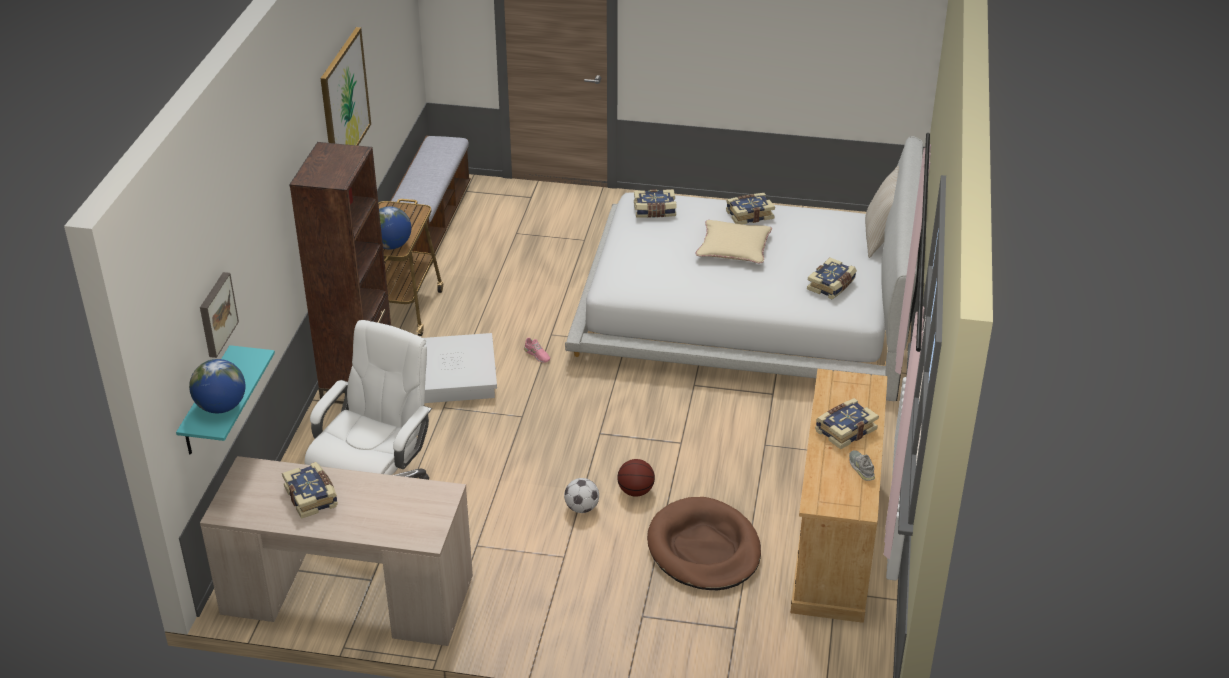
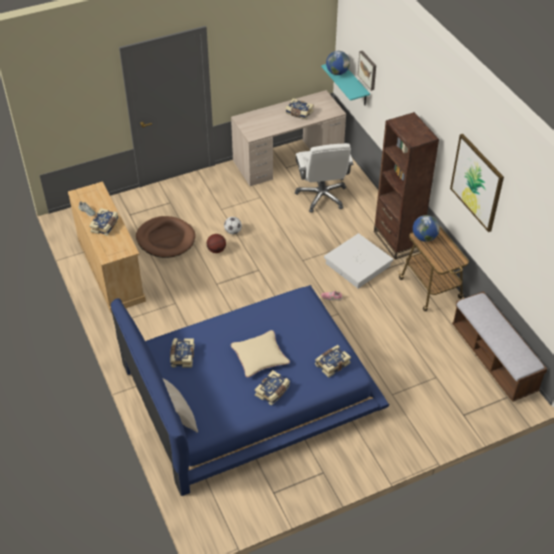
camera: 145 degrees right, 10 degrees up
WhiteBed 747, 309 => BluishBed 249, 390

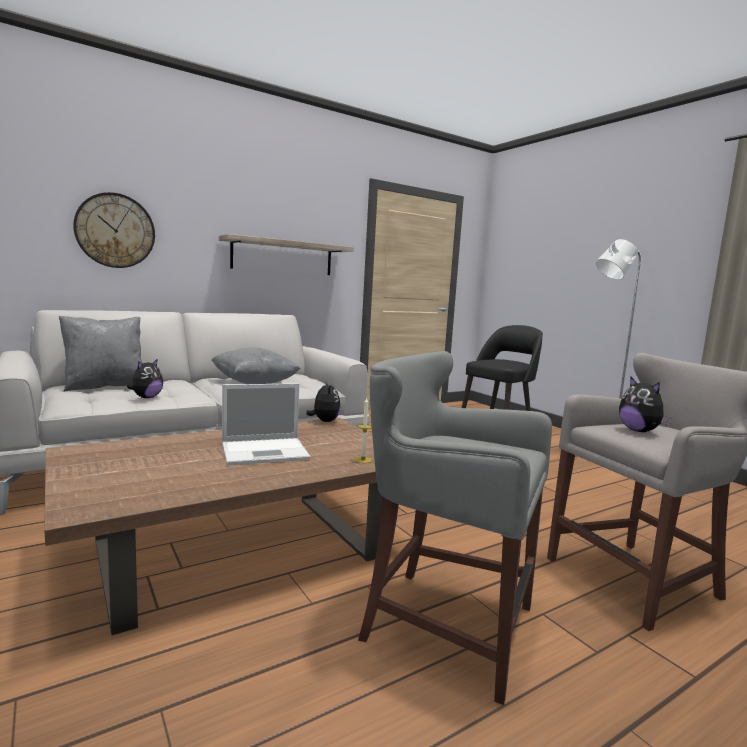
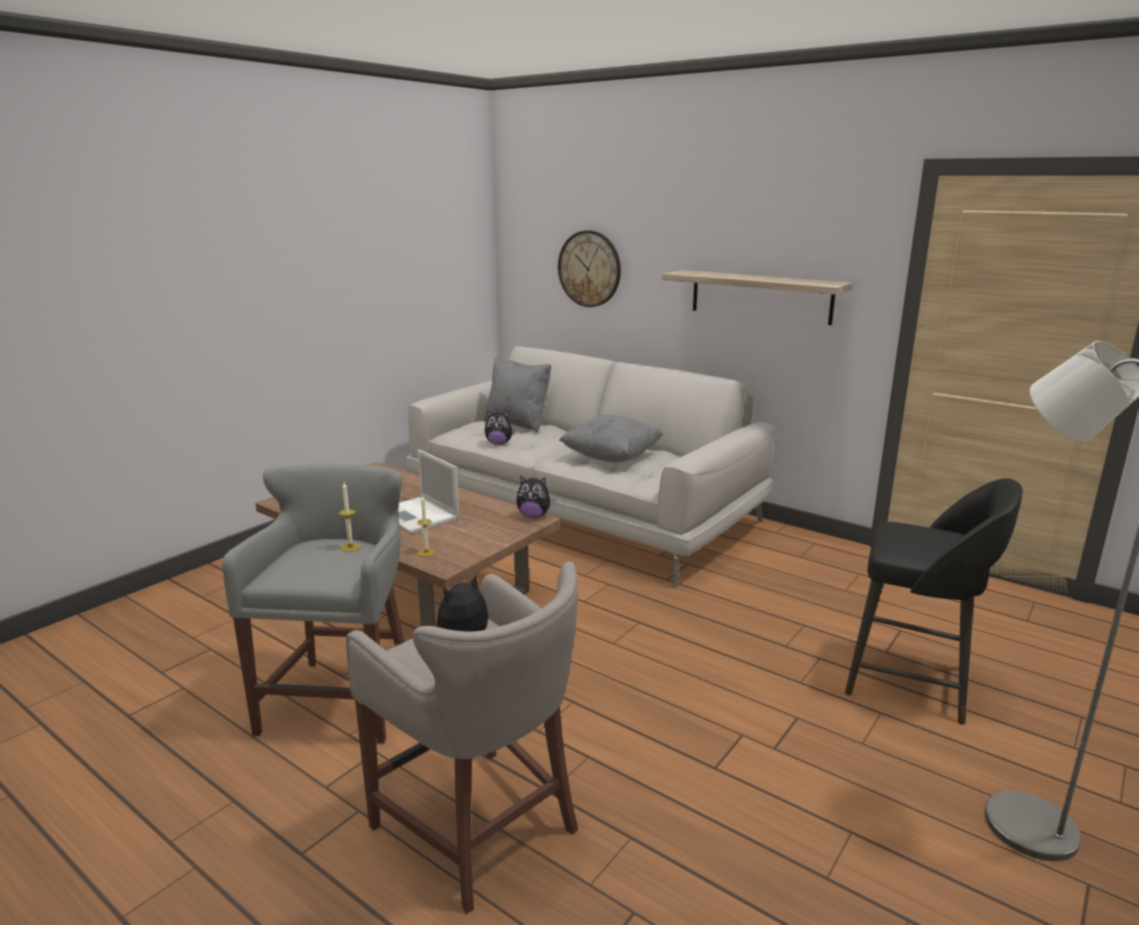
camera: 70 degrees right, 10 degrees up
CuddlyToy 324, 421 => CuddlyToy 534, 515, 45 degrees clockwise
nothing => Candle 350, 547

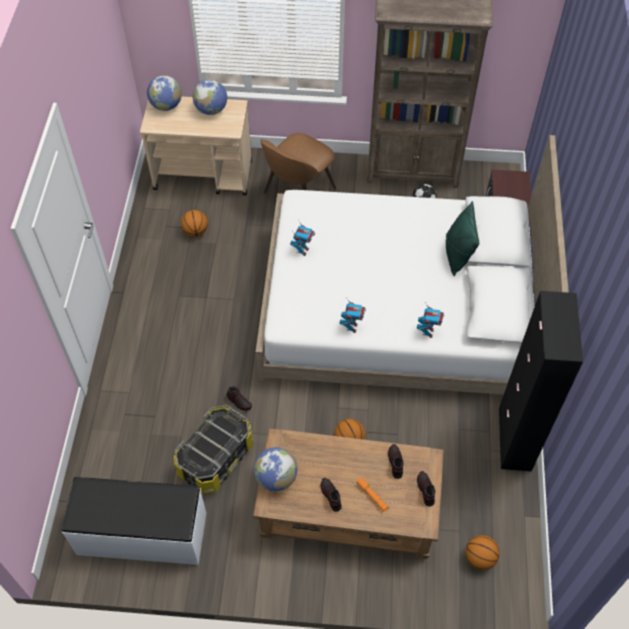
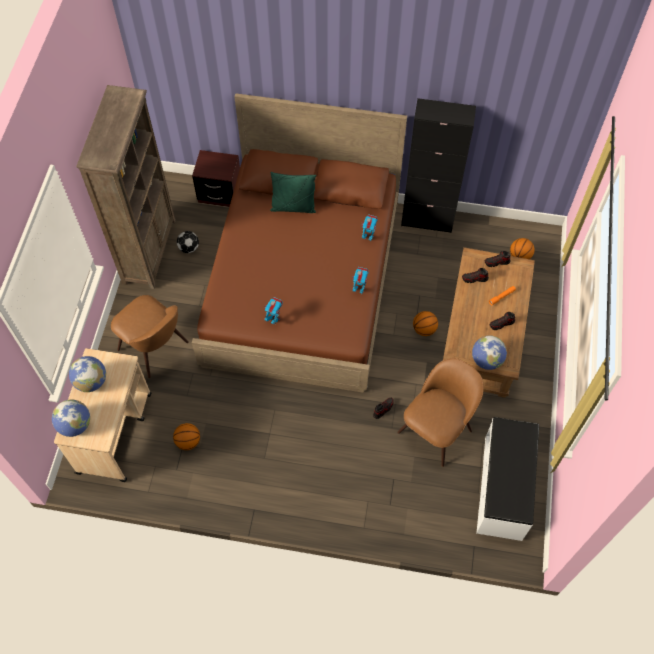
camera: 85 degrees left, 5 degrees up
WhiteBed 397, 311 => BrownishBed 303, 282
StorageBox 216, 459 => BrownishPlainChair 436, 429

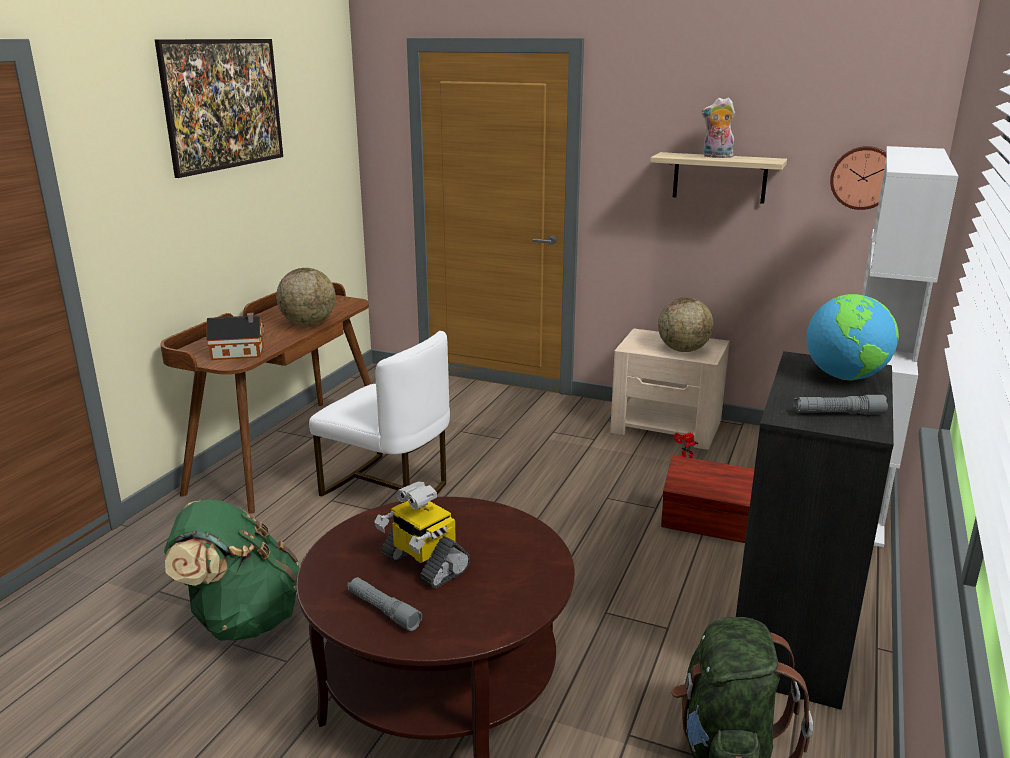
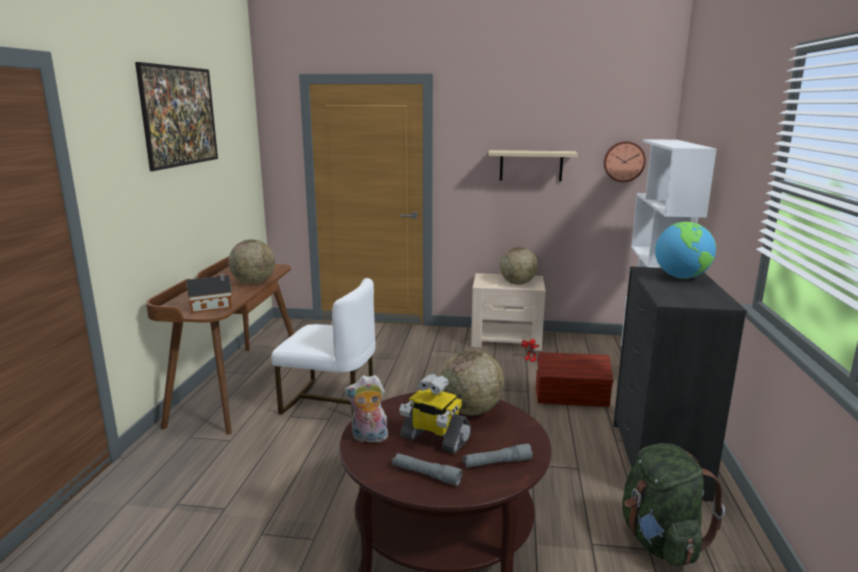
camera: 15 degrees left, 5 degrees down
CuddlyToy 716, 157 => CuddlyToy 368, 438, relocated
GreyFlashlight 838, 413 => GreyFlashlight 497, 463, relocated
GreenColouredBackpack 241, 619 => nothing
nothing => Globe 471, 410

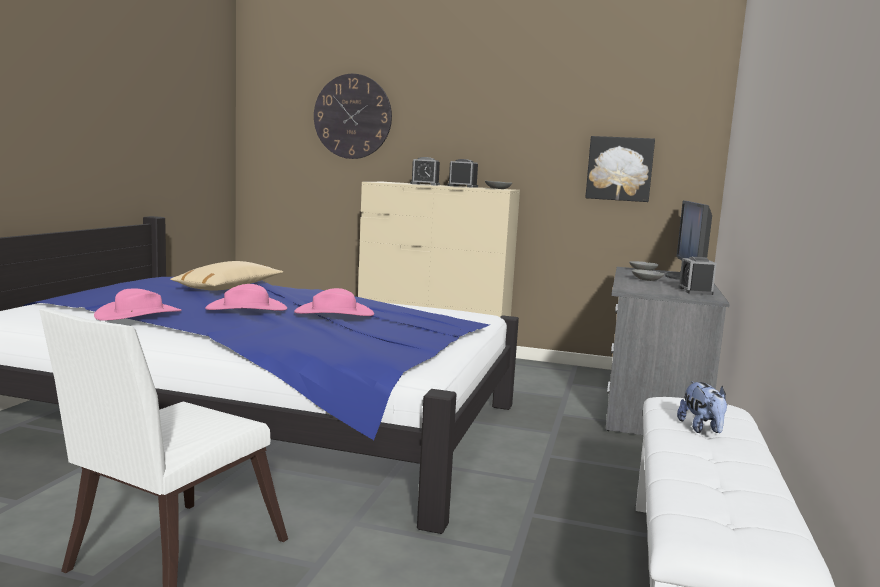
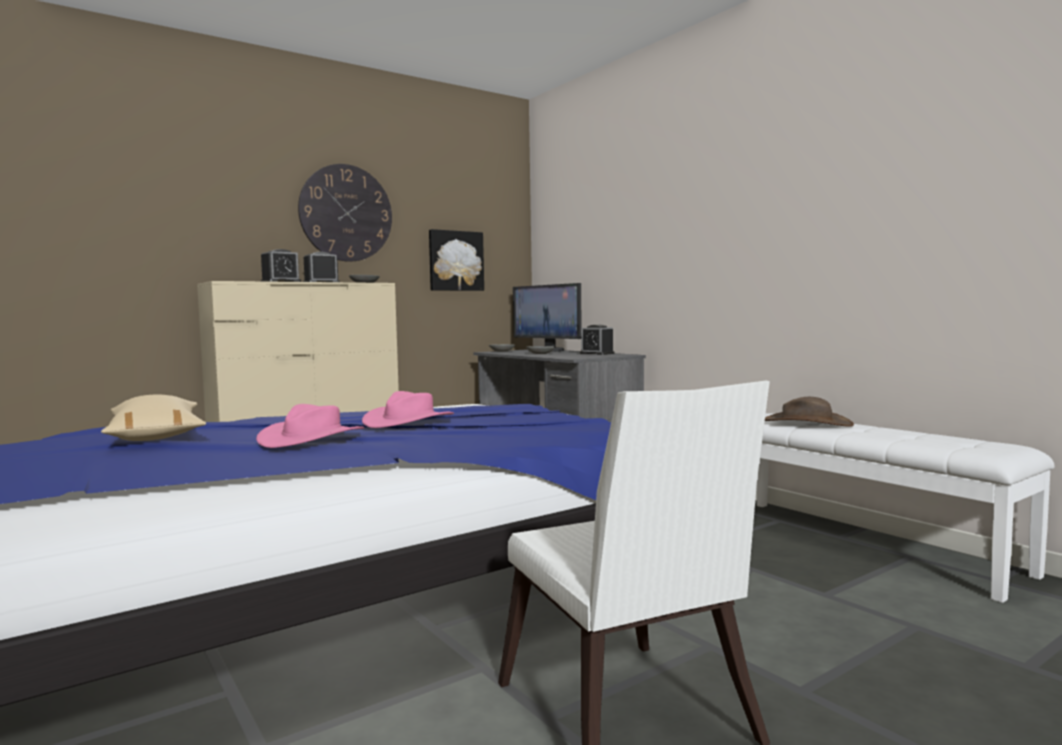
camera: 50 degrees left, 5 degrees down
WallClock 352, 116 => WallClock 346, 213, relocated
PinkColouredWearableHat 139, 314 => nothing
CuddlyToy 702, 429 => BrownishWearableHat 807, 423

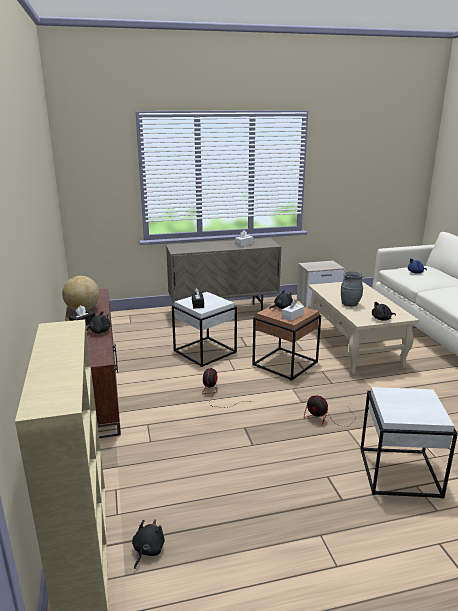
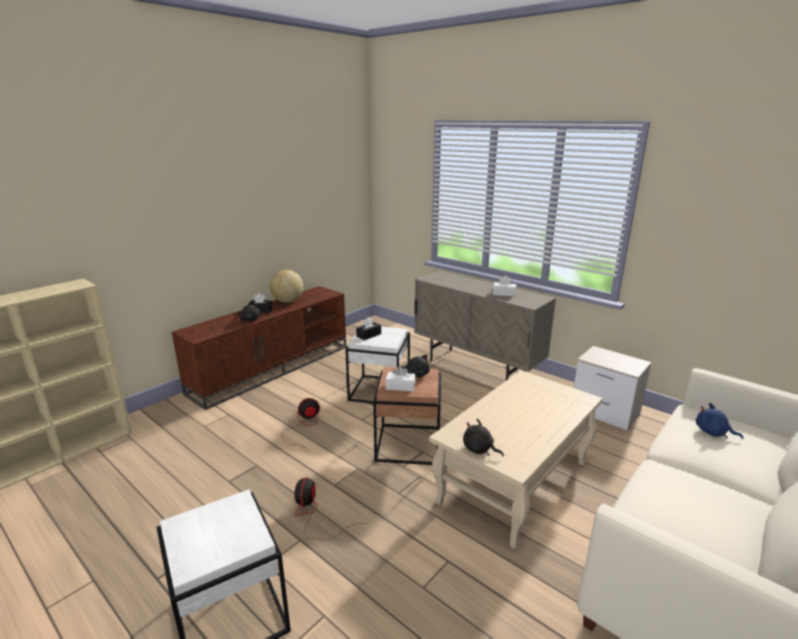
camera: 55 degrees right, 0 degrees up
GreyFlowerVase 350, 304 => nothing
BlackishCuddlyToy 147, 550 => nothing

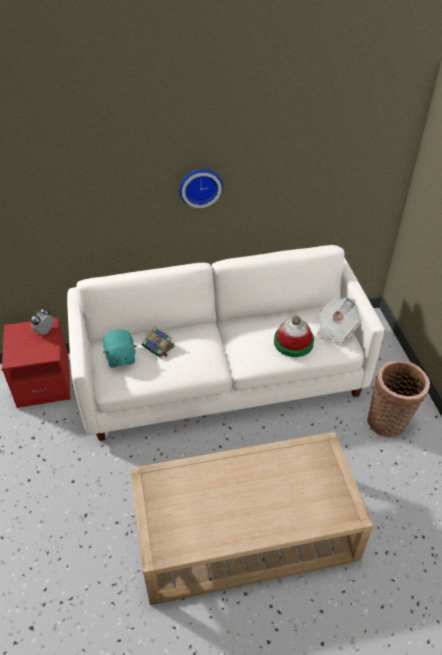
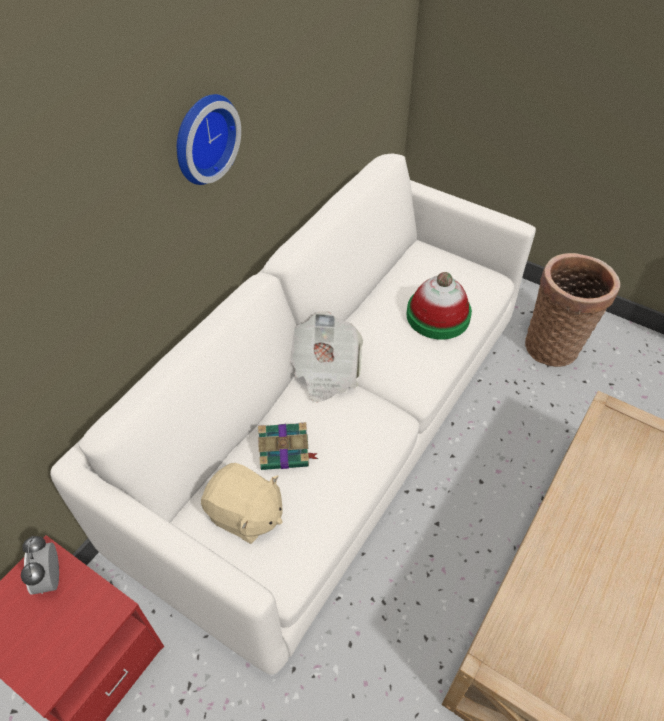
camera: 45 degrees left, 5 degrees up
Newspaper 336, 329 => Newspaper 326, 371, relocated
BlueGreenCuddlyToy 120, 357 => BeigeCuddlyToy 245, 515

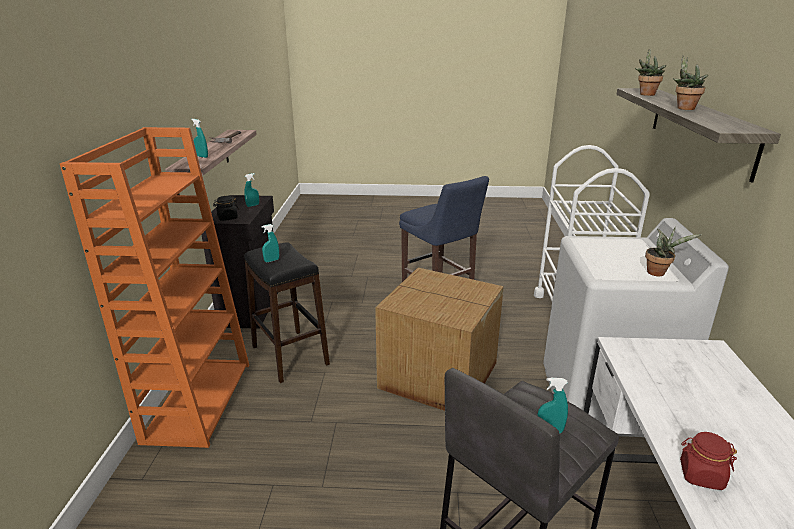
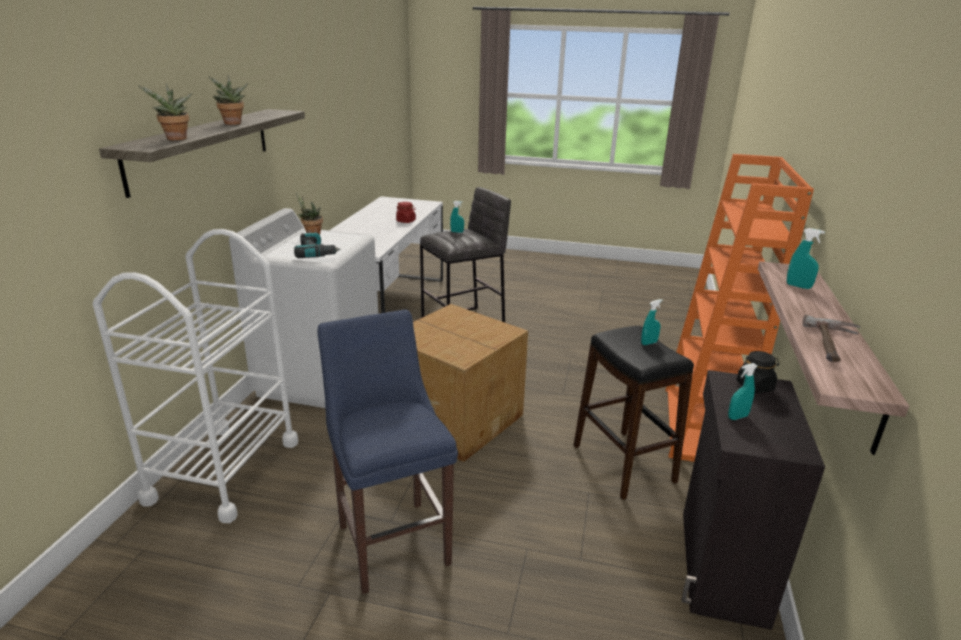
camera: 170 degrees left, 0 degrees up
nothing => PowerDrill 316, 253

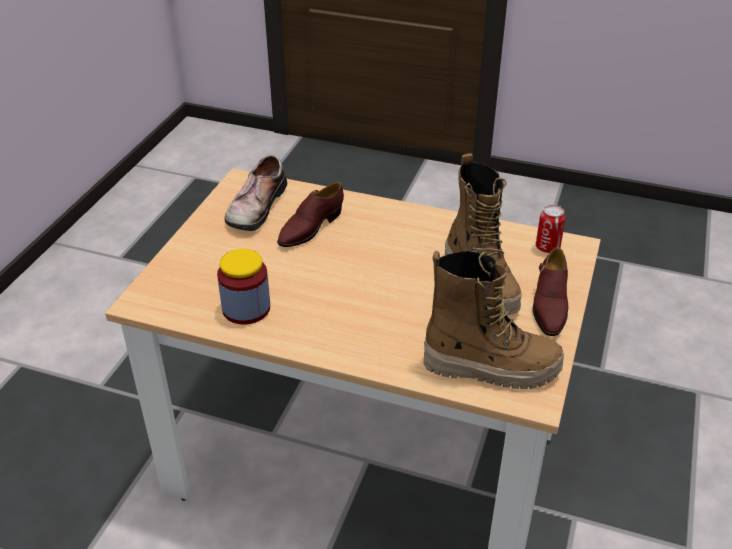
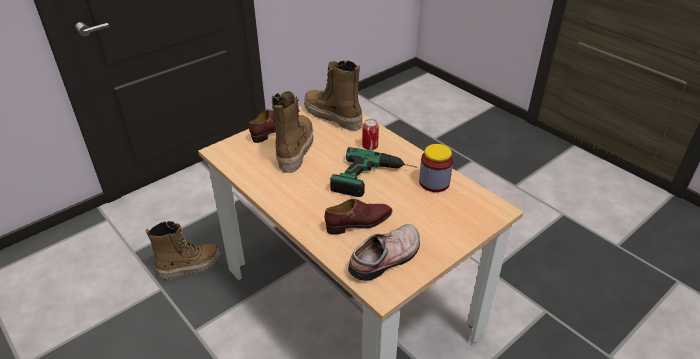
camera: 150 degrees left, 0 degrees up
MetalCan 547, 247 => MetalCan 370, 146, relocated
nothing => PowerDrill 374, 179
nothing => TallBoot 190, 266

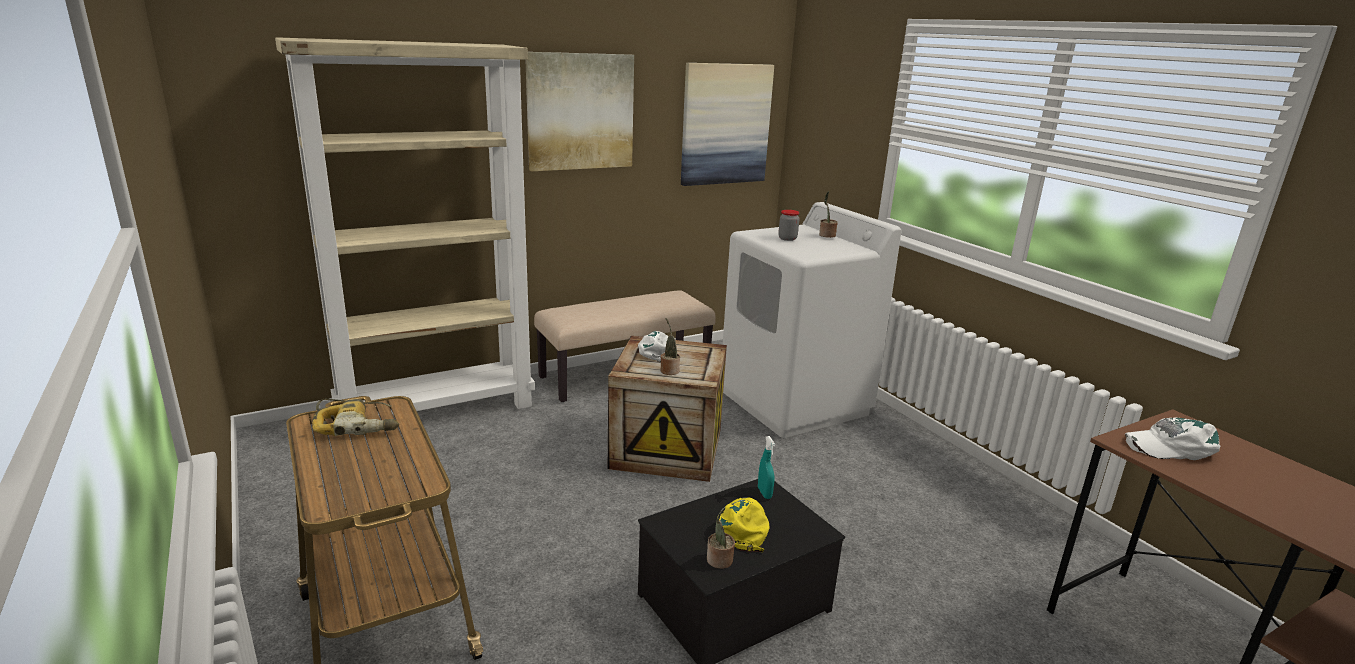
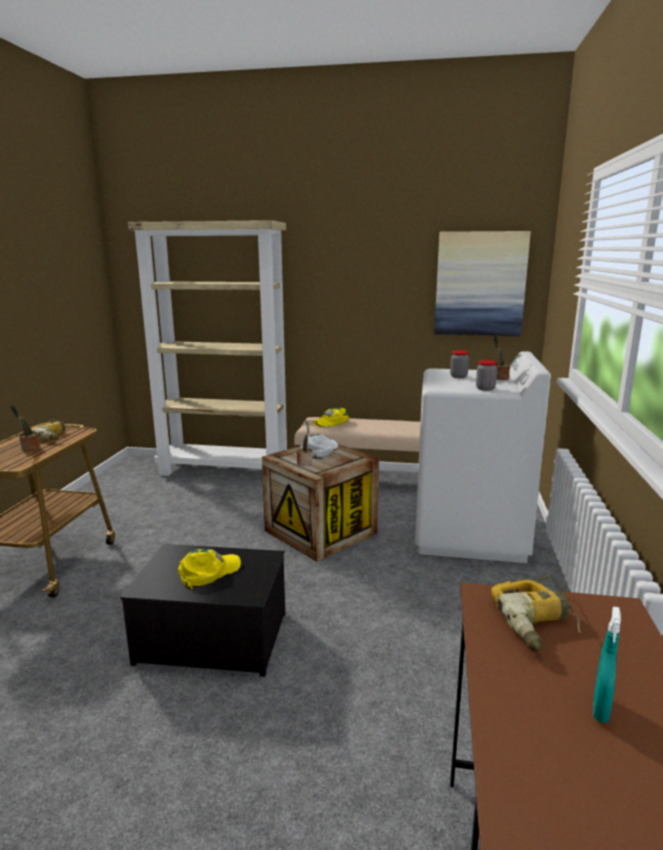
camera: 40 degrees right, 5 degrees down
WallArt 580, 112 => nothing
WhiteCap 1170, 446 => PowerDrill 537, 621
BlueGreenHandSprayer 764, 493 => BlueGreenHandSprayer 600, 709, relocated
PlantInAPot 719, 561 => PlantInAPot 29, 449, relocated
nothing => Jar 485, 389
nothing => YellowColouredCap 331, 422

